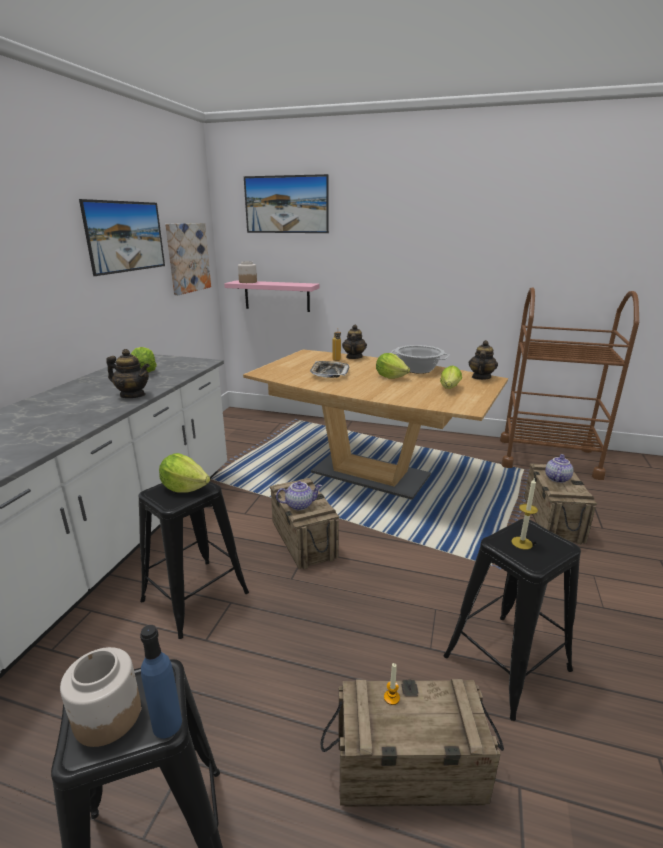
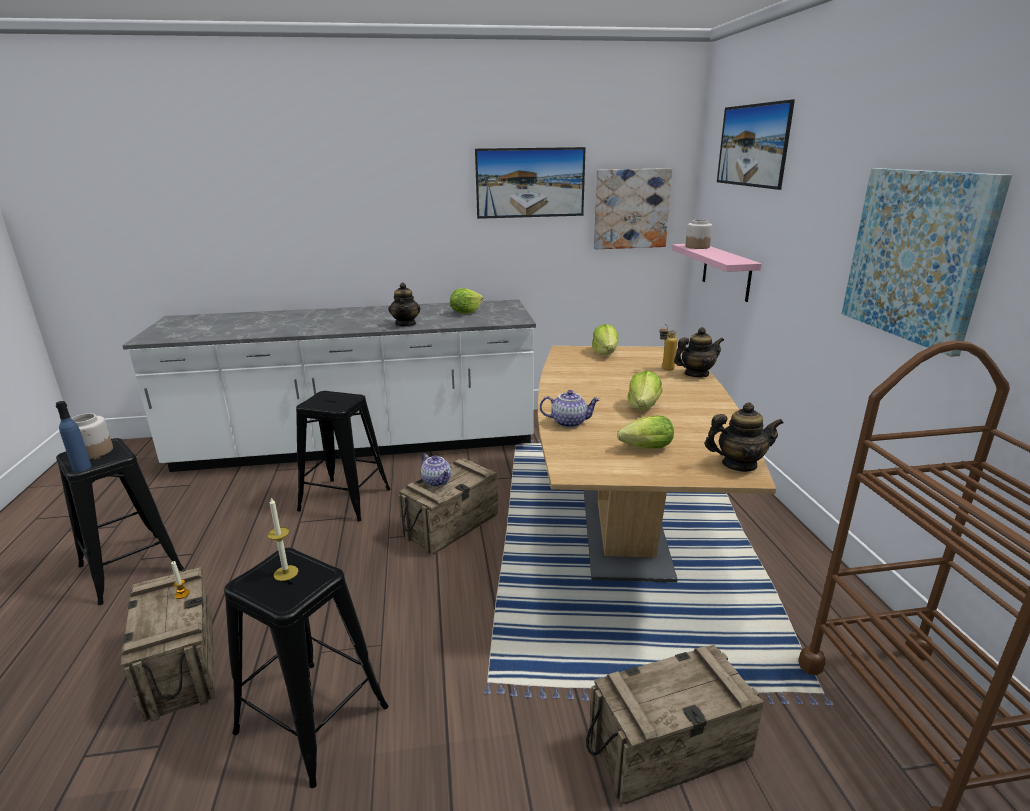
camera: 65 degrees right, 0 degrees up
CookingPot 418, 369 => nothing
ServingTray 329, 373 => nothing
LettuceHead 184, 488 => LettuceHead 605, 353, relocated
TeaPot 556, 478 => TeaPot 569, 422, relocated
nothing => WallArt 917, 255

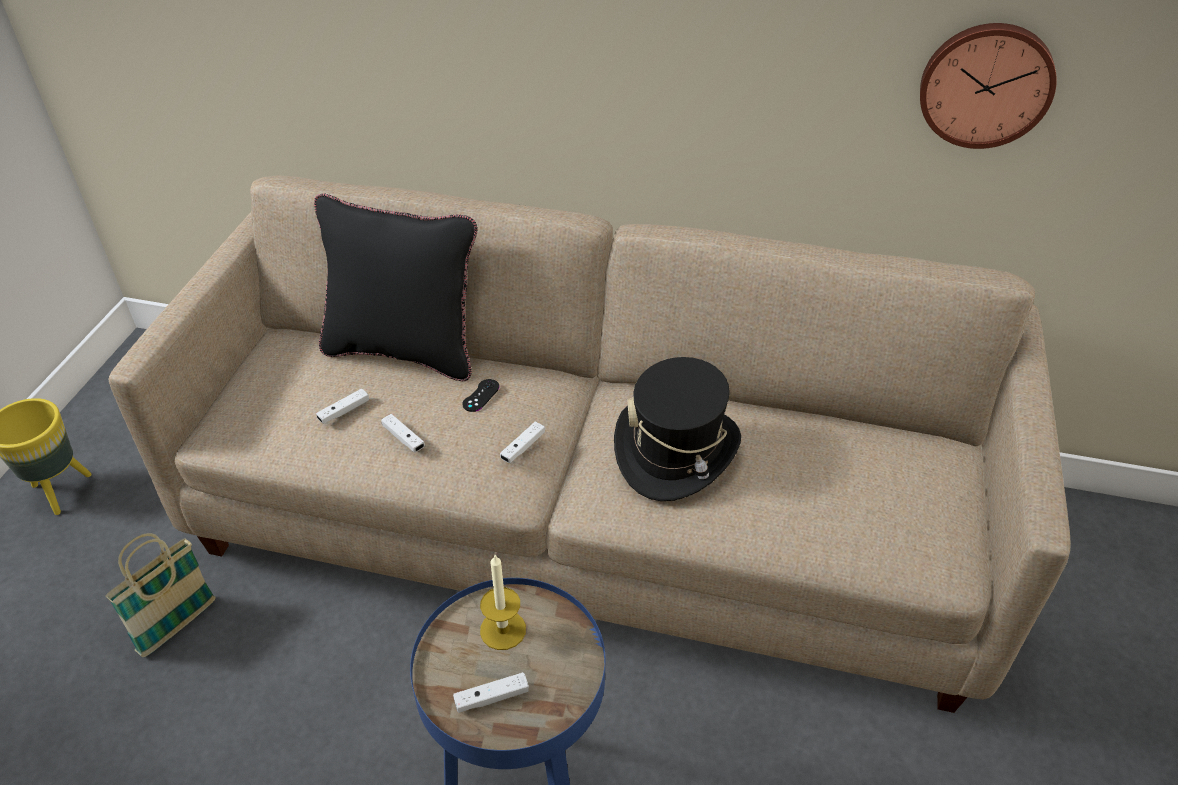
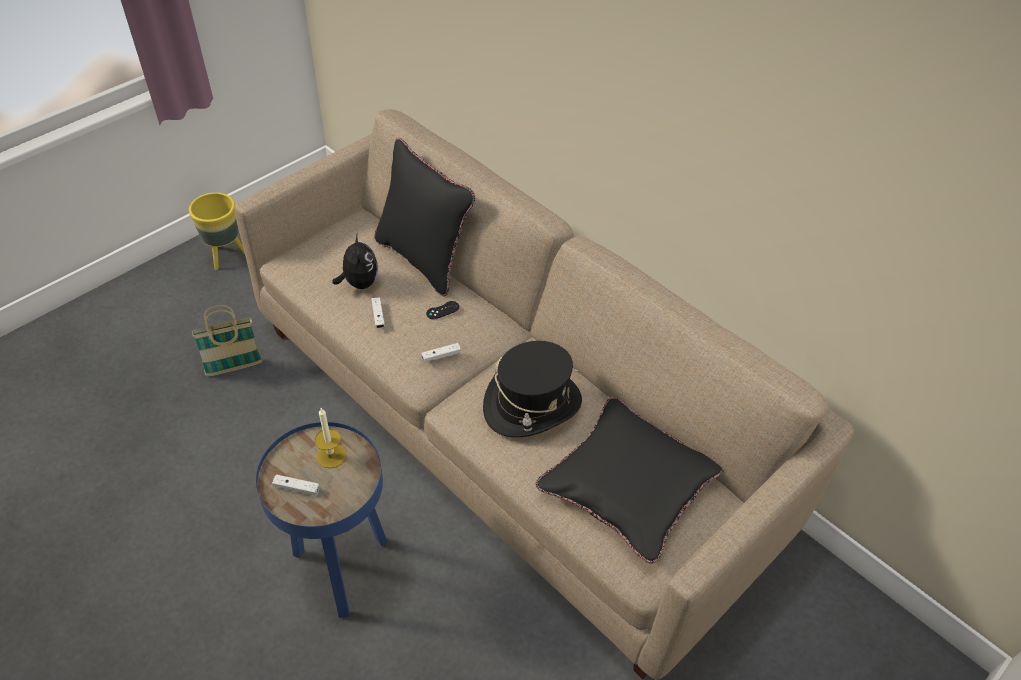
camera: 30 degrees right, 5 degrees up
WallClock 986, 84 => nothing
WhiteGameController 344, 411 => CuddlyToy 359, 283
nothing => BlackishCushion 628, 484

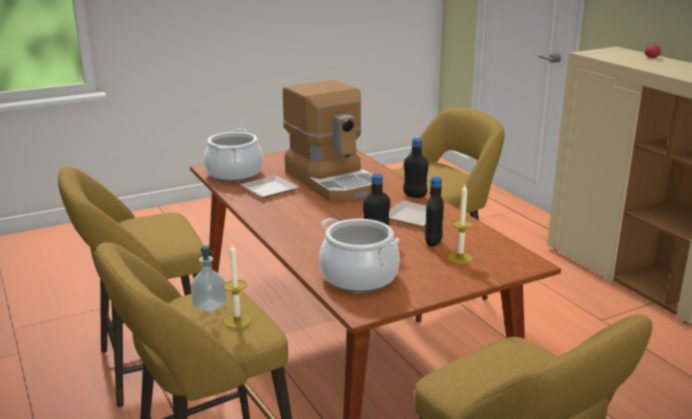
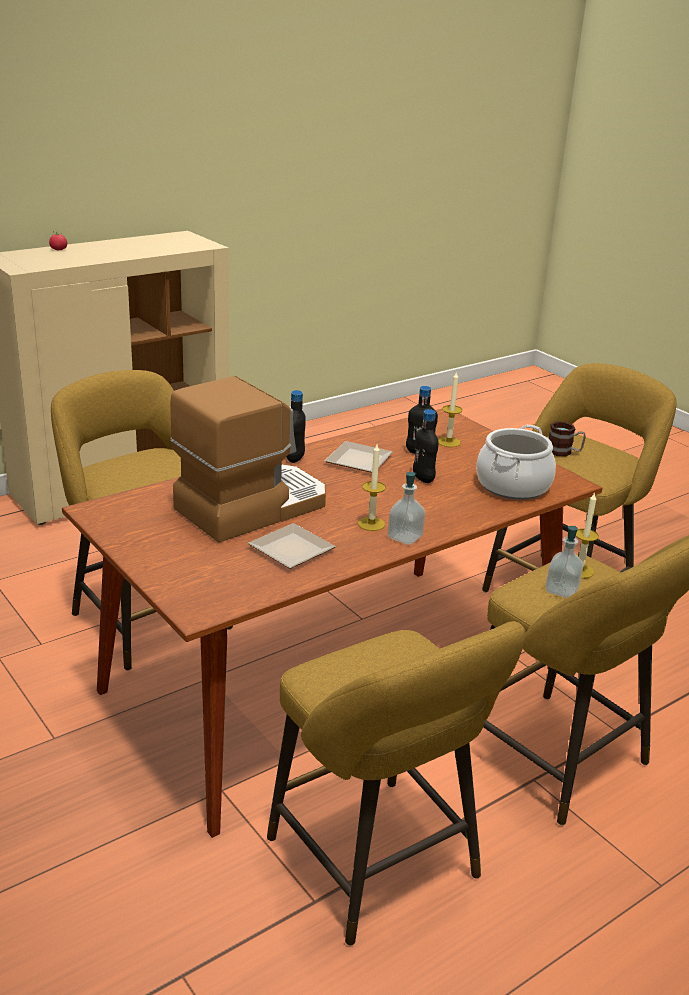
camera: 100 degrees left, 5 degrees up
CookingPot 234, 173 => nothing
nothing => CoffeeMug 564, 452
nothing => Candle 371, 524
nothing => LiquidSoapBottle 405, 537

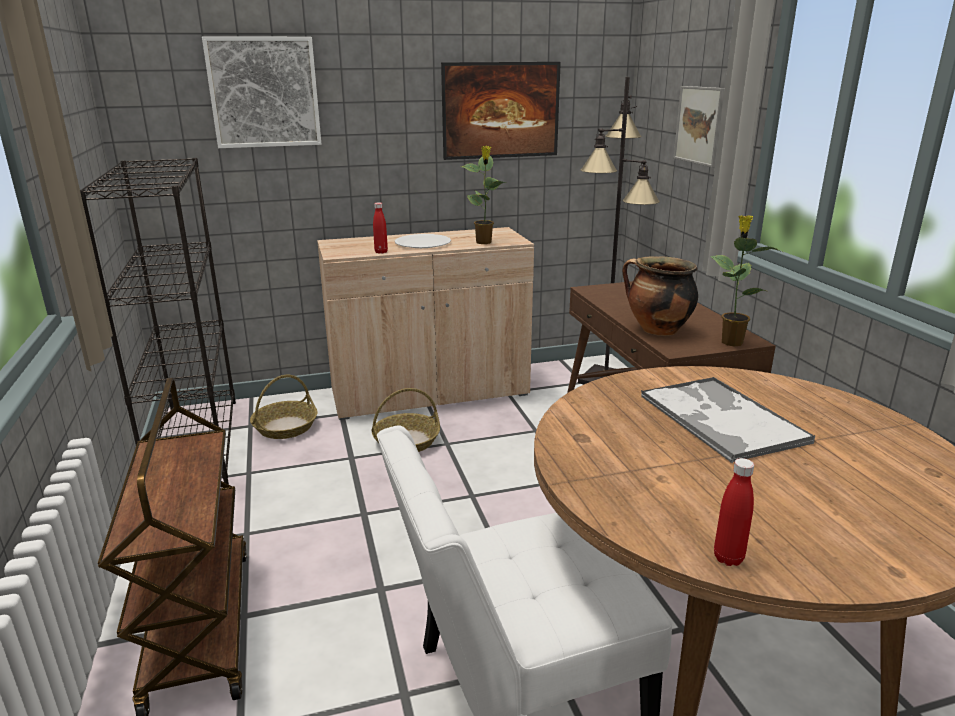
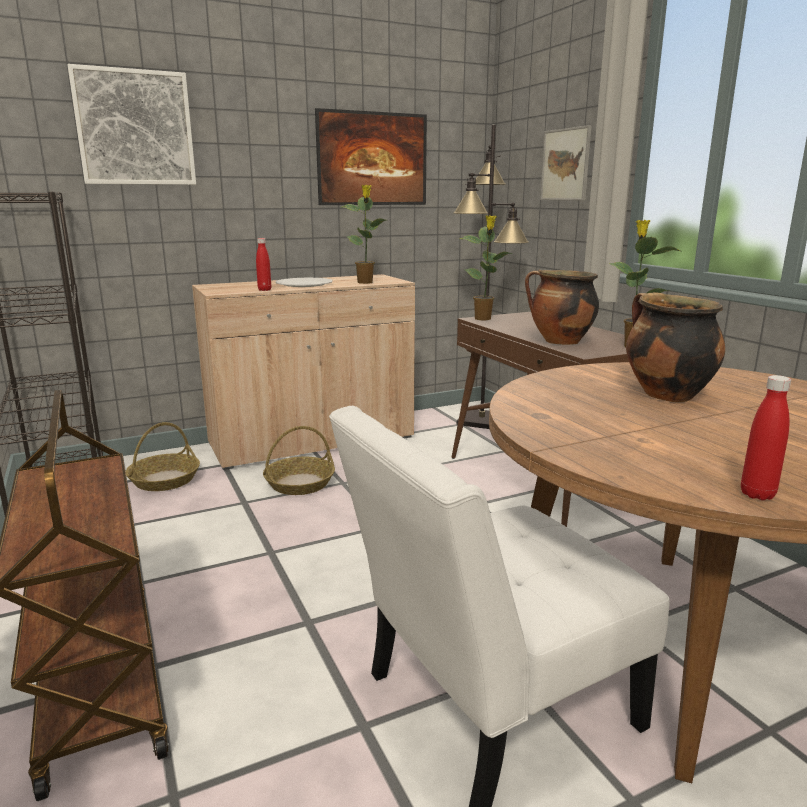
camera: 10 degrees left, 5 degrees down
ServingTray 720, 418 => CookingPot 665, 395
nothing => PlantInAPot 483, 319

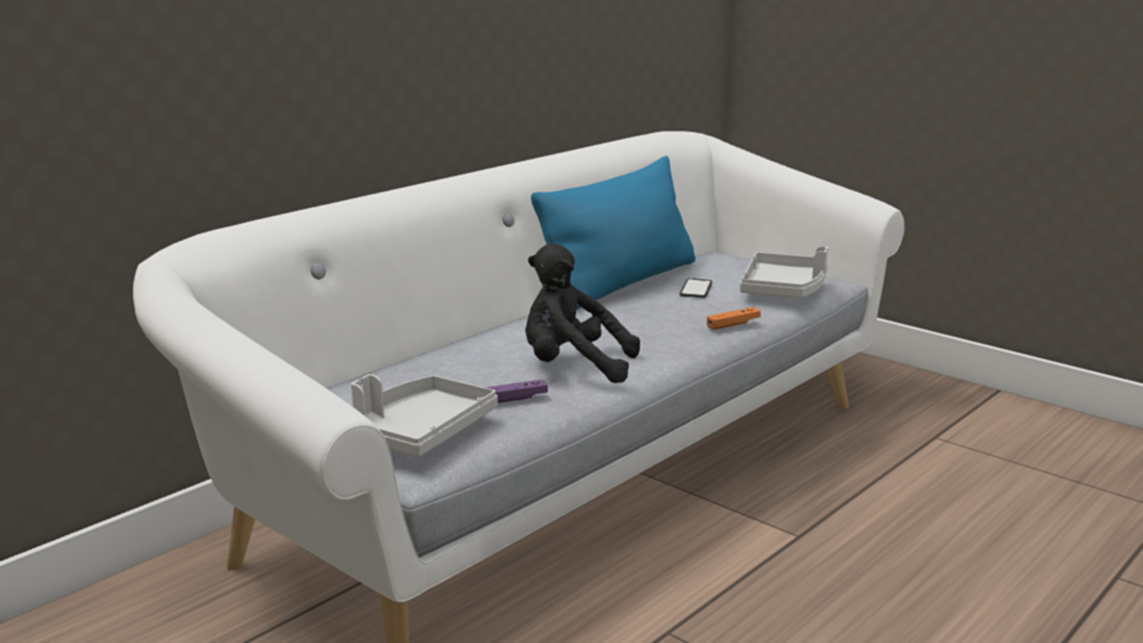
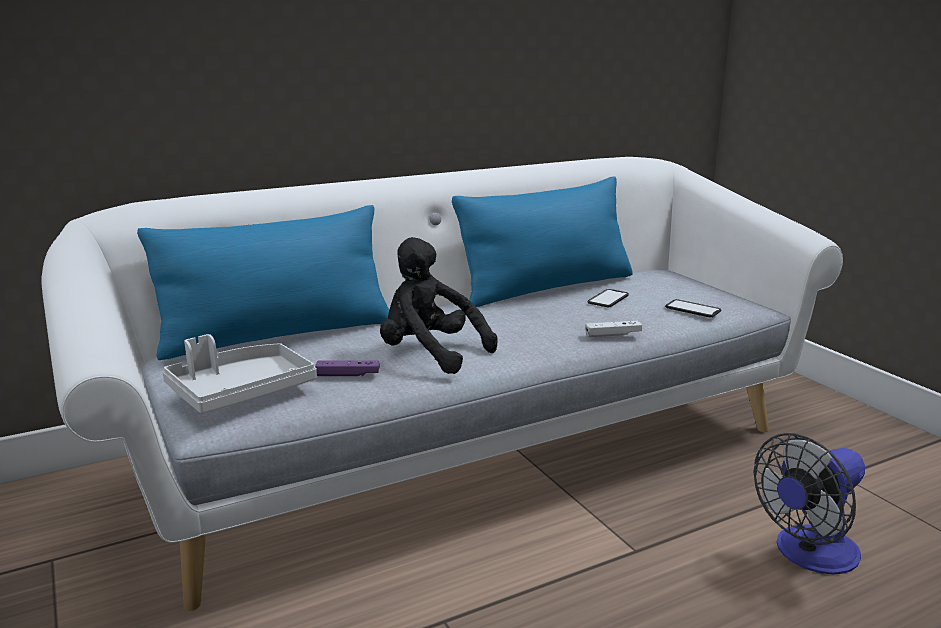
camera: 20 degrees right, 0 degrees up
GreyServingTray 784, 290 => Phone 693, 309
OrangeGameController 733, 324 => WhiteGameController 613, 335
nothing => BluishCushion 277, 335
nothing => CoolingFan 808, 555

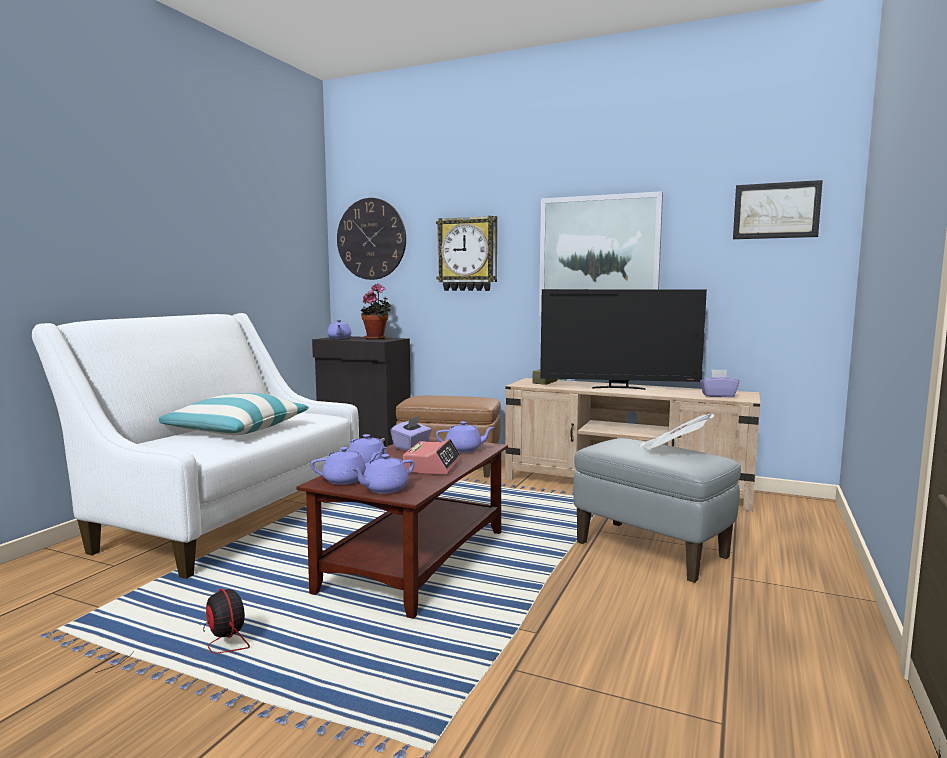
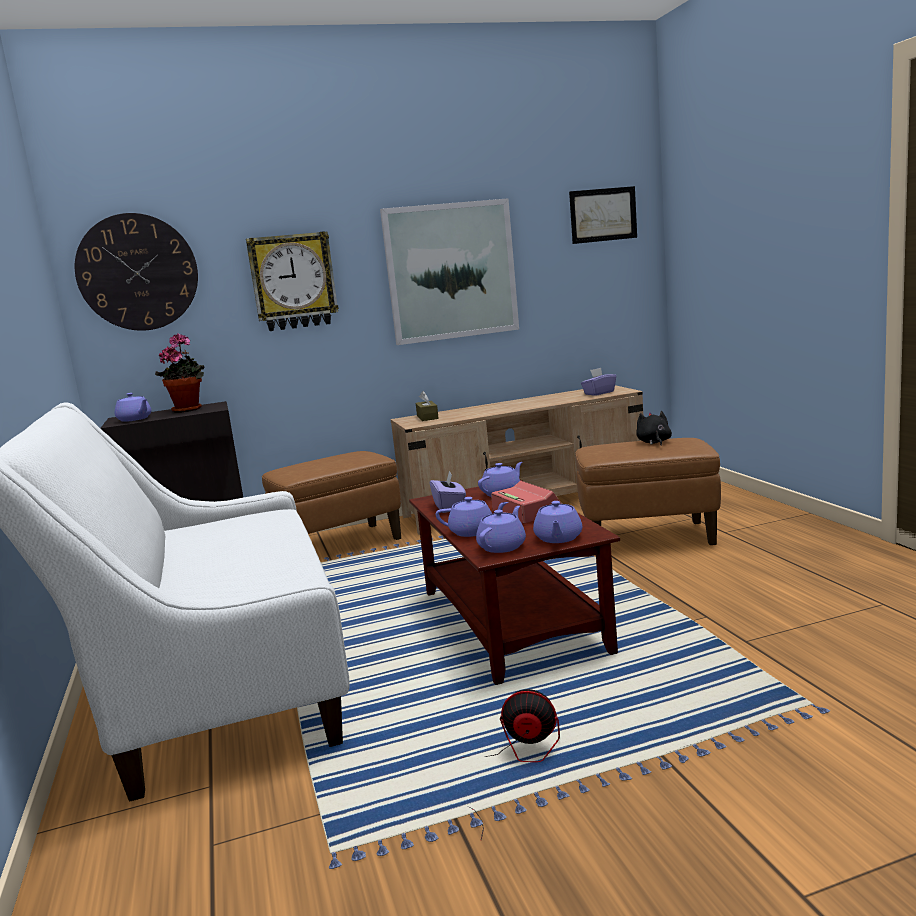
camera: 40 degrees left, 5 degrees up
Tv 618, 388 => nothing
Cushion 235, 430 => nothing
Newspaper 673, 451 => BlackishCuddlyToy 654, 442
GreyOttoman 651, 550 => BrownishOttoman 648, 537

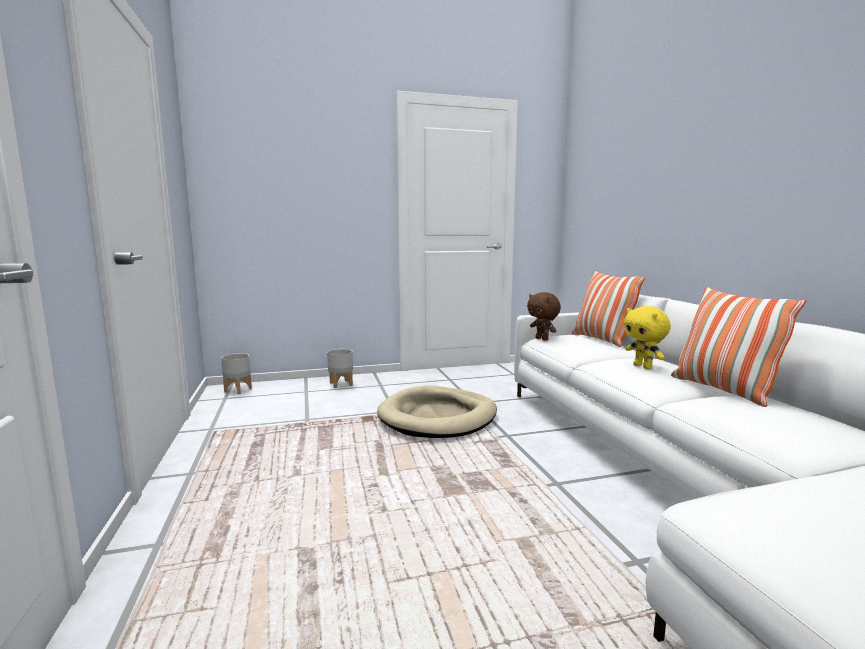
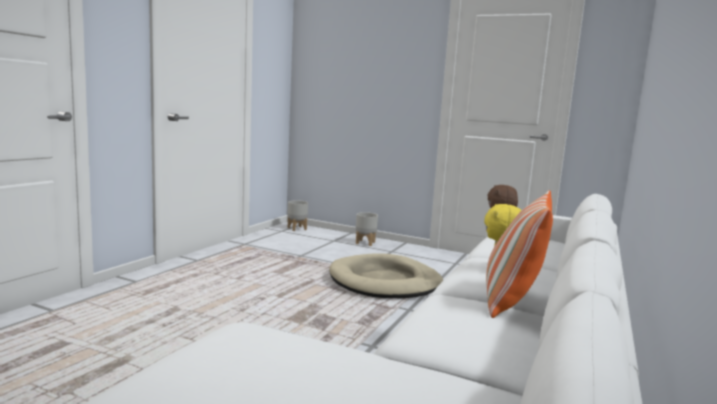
camera: 40 degrees right, 0 degrees up
Cushion 602, 340 => nothing

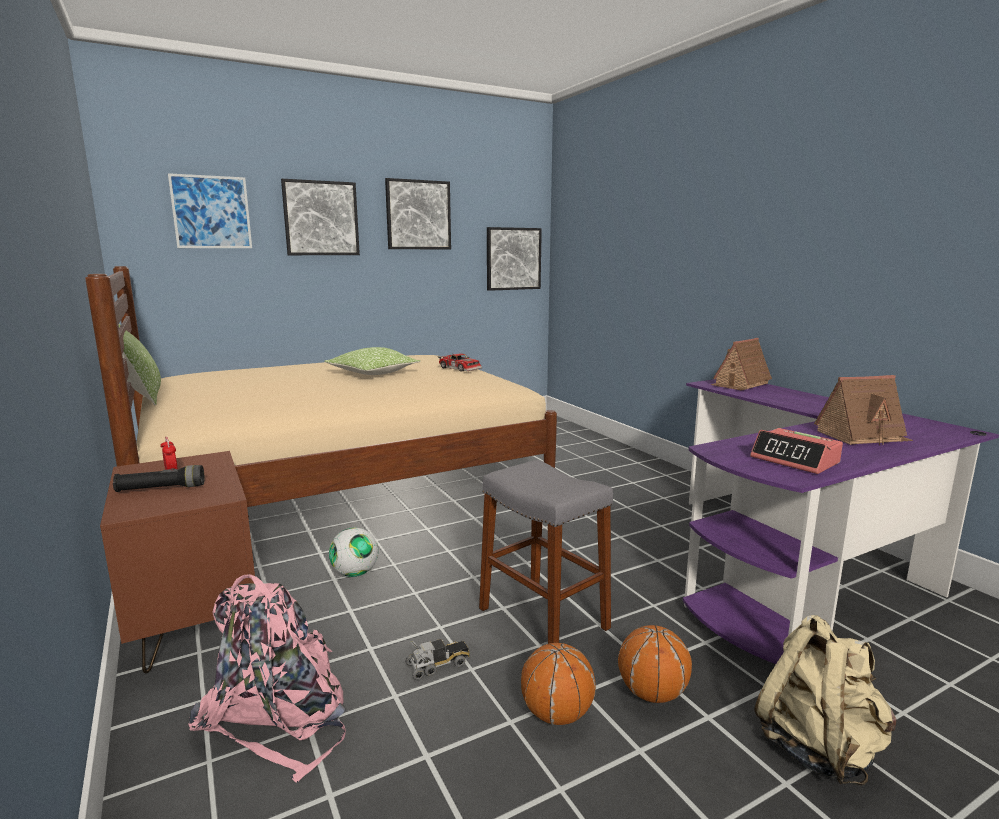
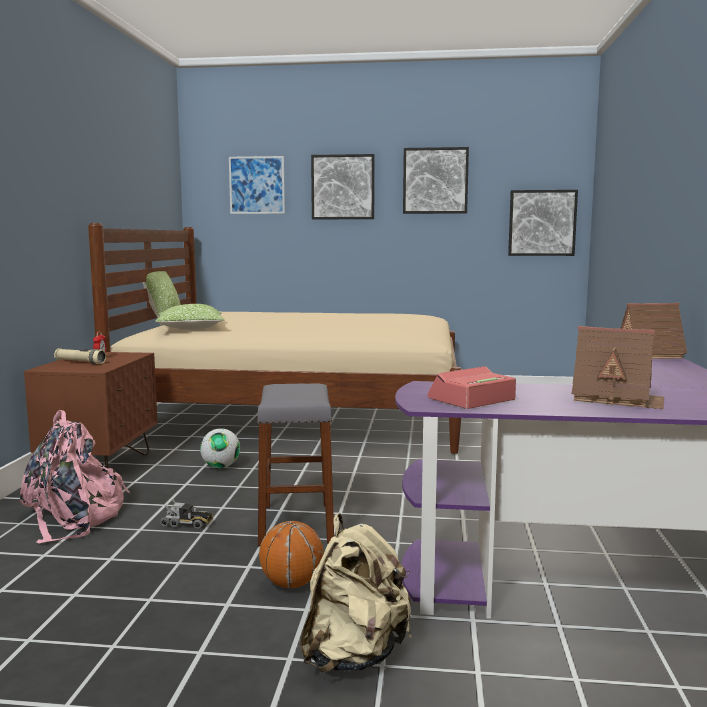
camera: 35 degrees right, 5 degrees down
Cushion 373, 373 => Cushion 190, 328, relocated
MiniatureCar 460, 368 => nothing
AlarmClock 795, 460 => AlarmClock 471, 399, 60 degrees clockwise
BlackishFlashlight 161, 489 => BeigeFlashlight 80, 362
BasketballBall 556, 714 => nothing

